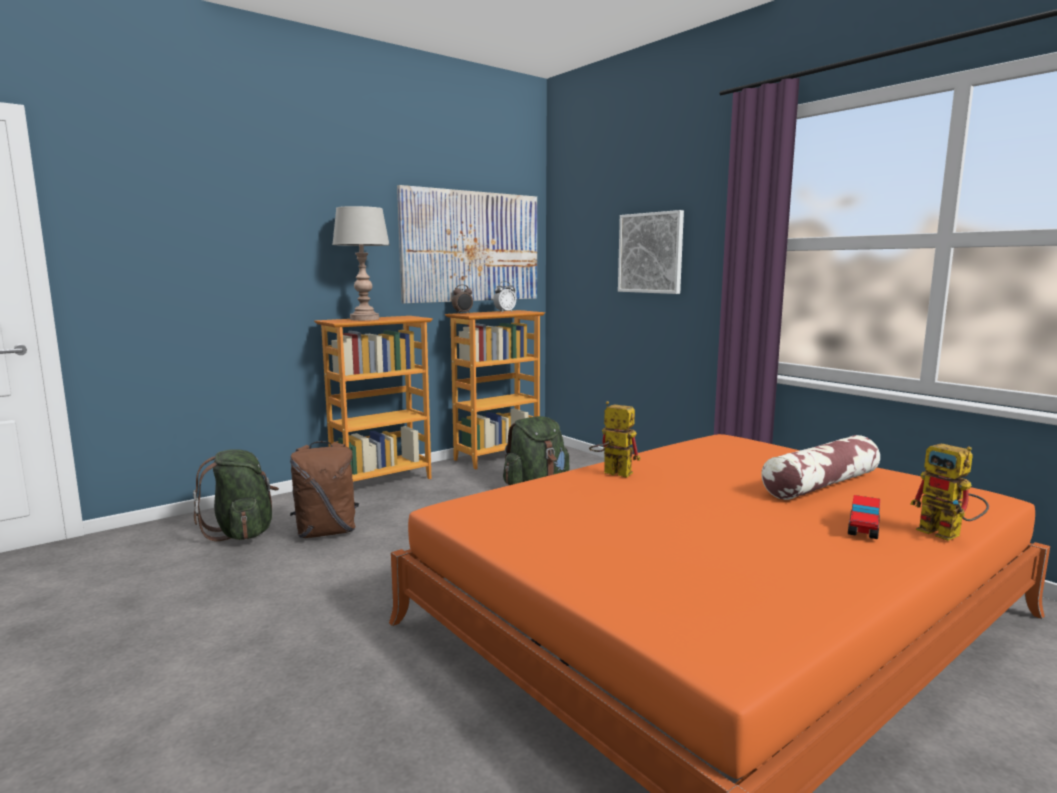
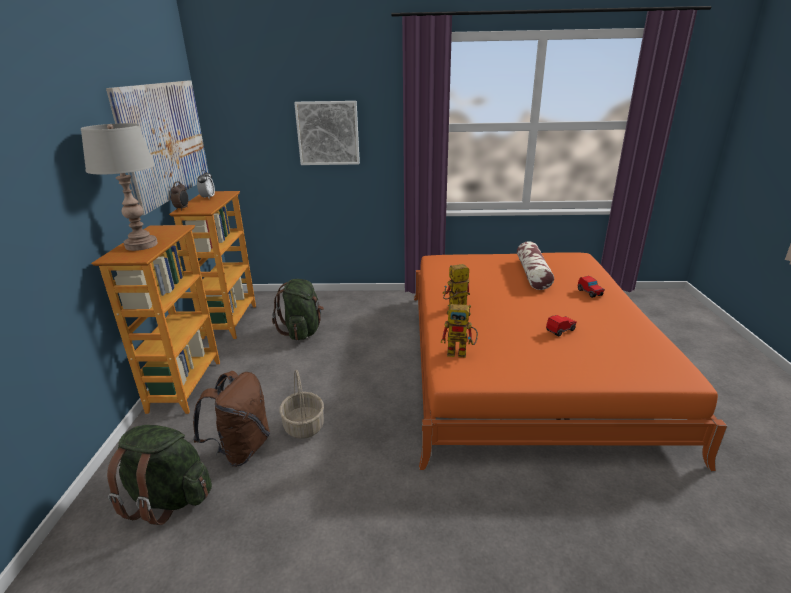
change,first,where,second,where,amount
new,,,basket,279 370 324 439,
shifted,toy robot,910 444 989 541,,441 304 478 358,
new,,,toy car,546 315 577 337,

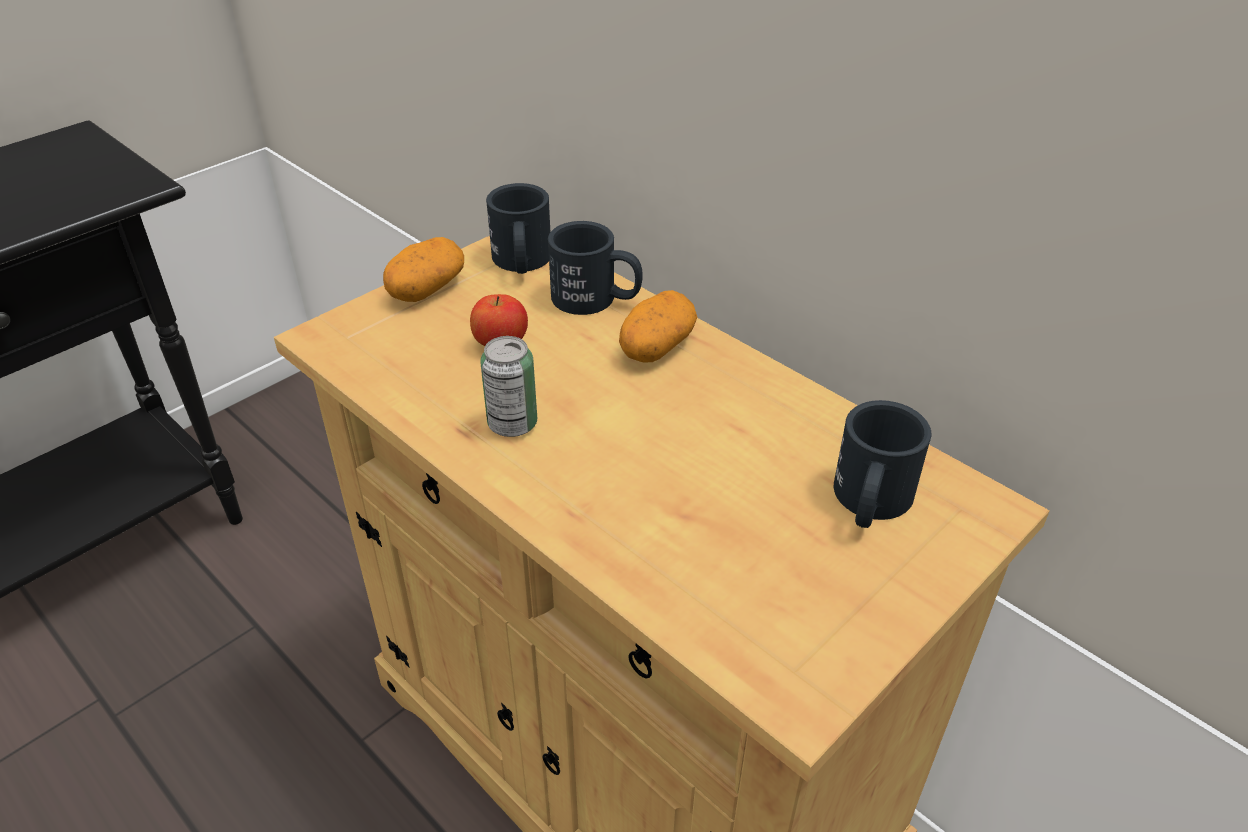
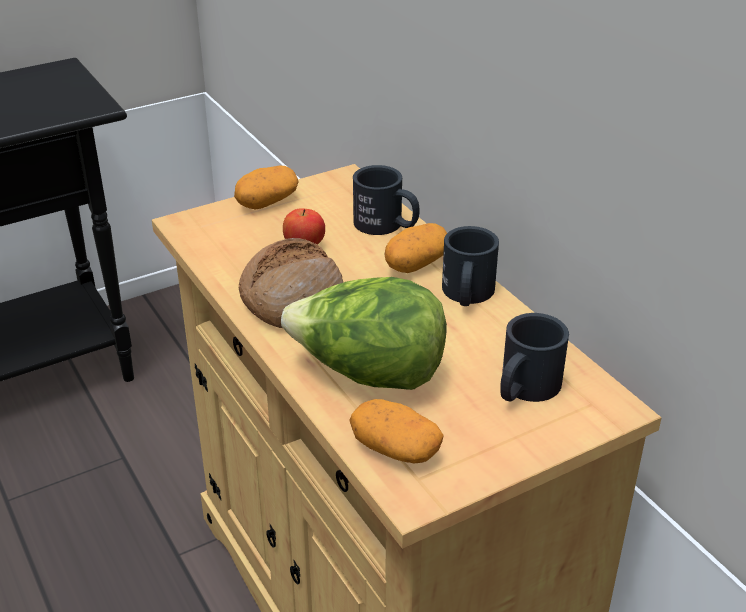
change,first,where,second,where,amount
swapped,can,480 336 537 437,bread,239 238 343 328,
new,,,lettuce,281 277 447 390,
new,,,potato,349 399 444 463,
shifted,black mug,486 183 550 274,,442 226 499 306,

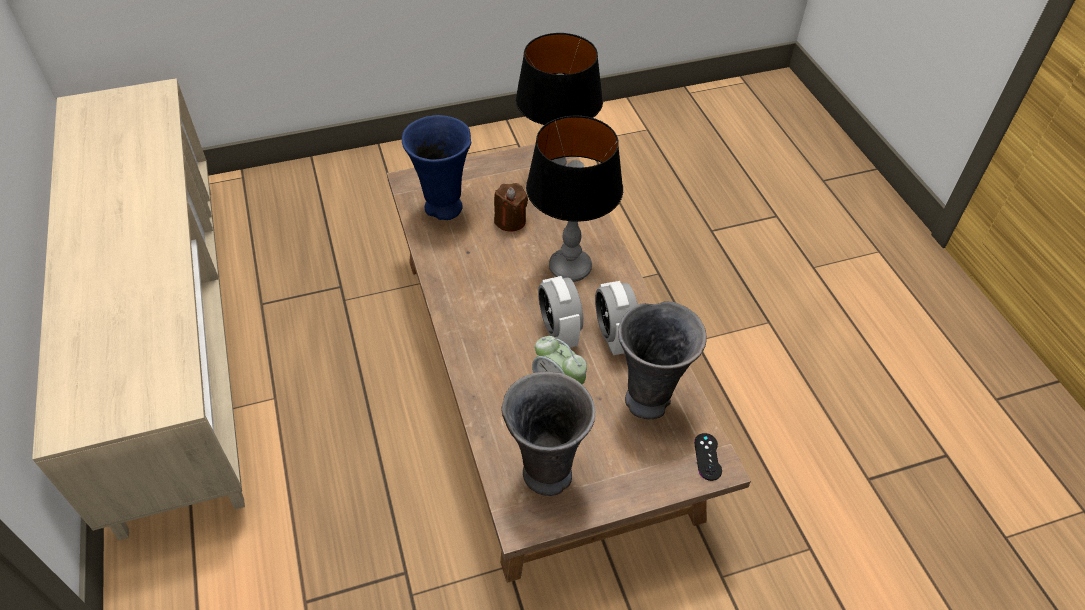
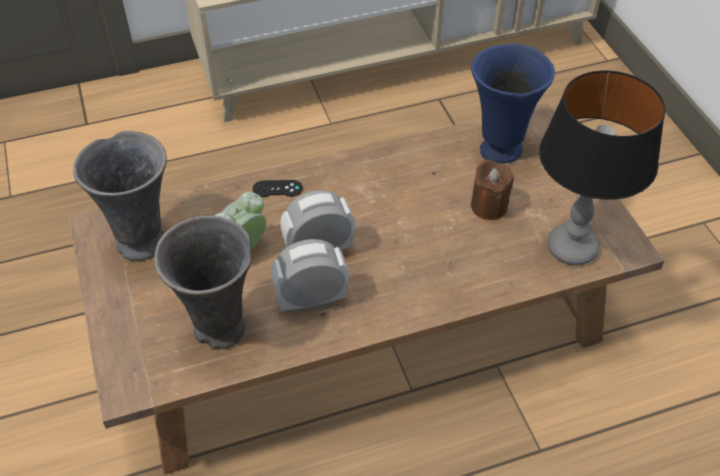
change,first,where,second,where,amount
shifted,black game controller,694 433 722 481,,252 180 303 197,
gone,table lamp,526 115 623 282,,,

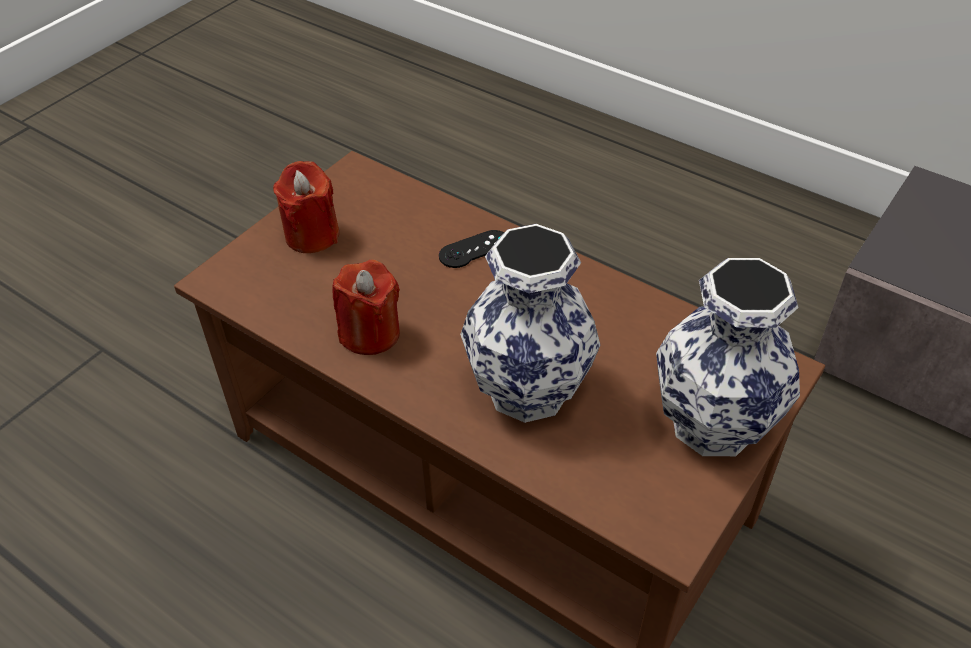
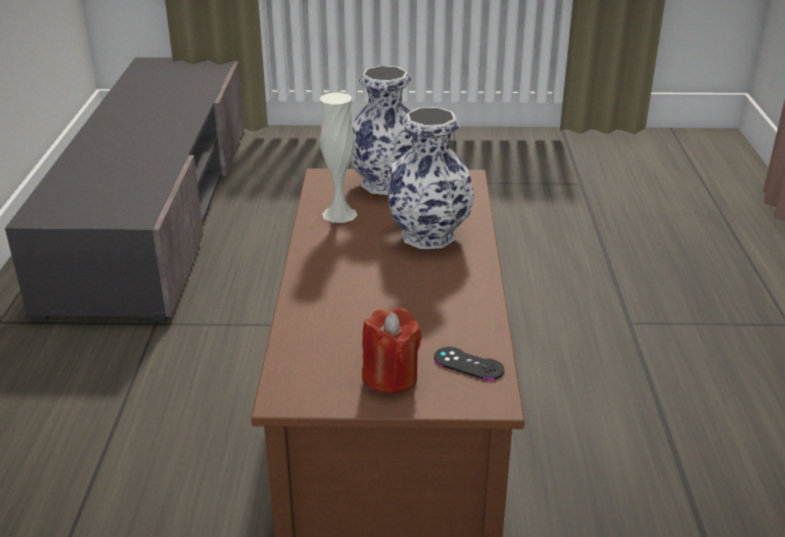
change,first,where,second,where,amount
new,,,white vase,320 93 357 223,
shifted,black game controller,439 230 504 268,,434 347 504 380,
gone,red candle,332 260 400 355,,,

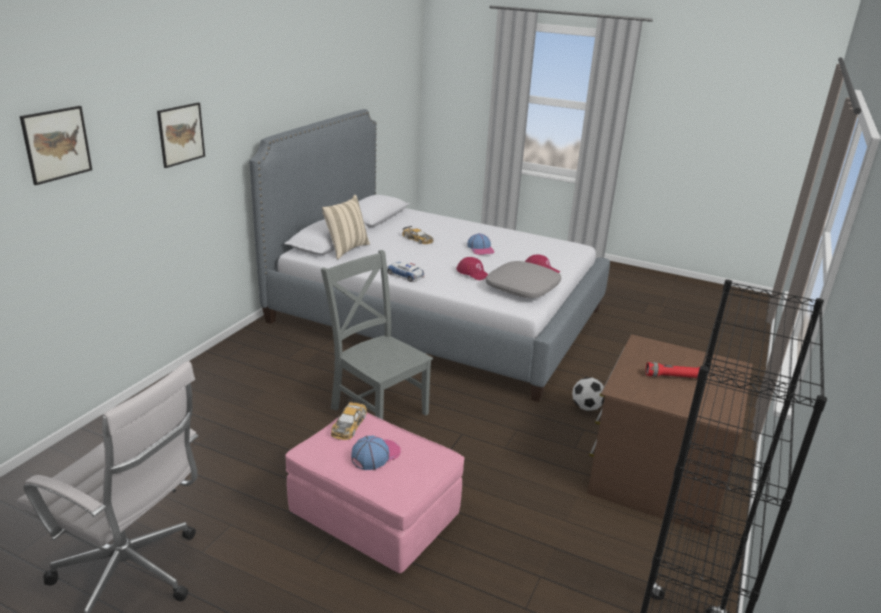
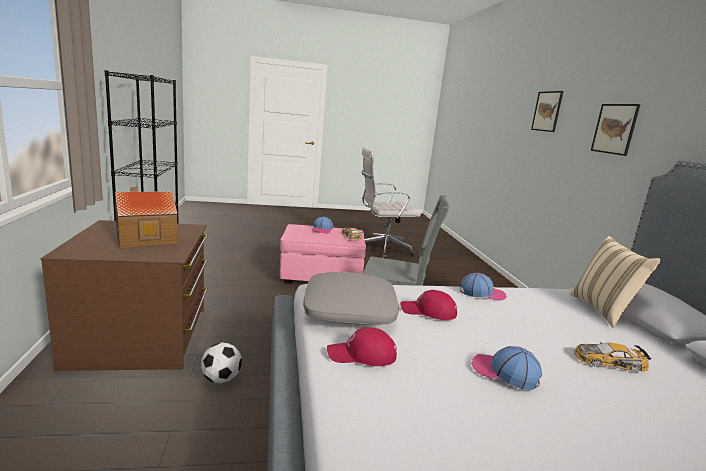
change,first,where,second,where,amount
swapped,red flashlight,646 362 700 378,toy house,115 187 178 248,
swapped,toy car,387 262 425 282,cap,460 273 507 301,

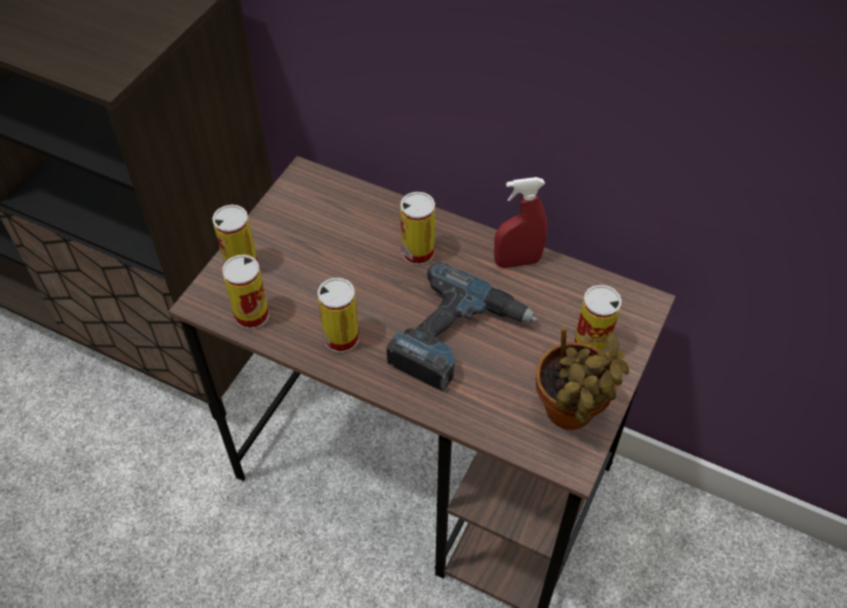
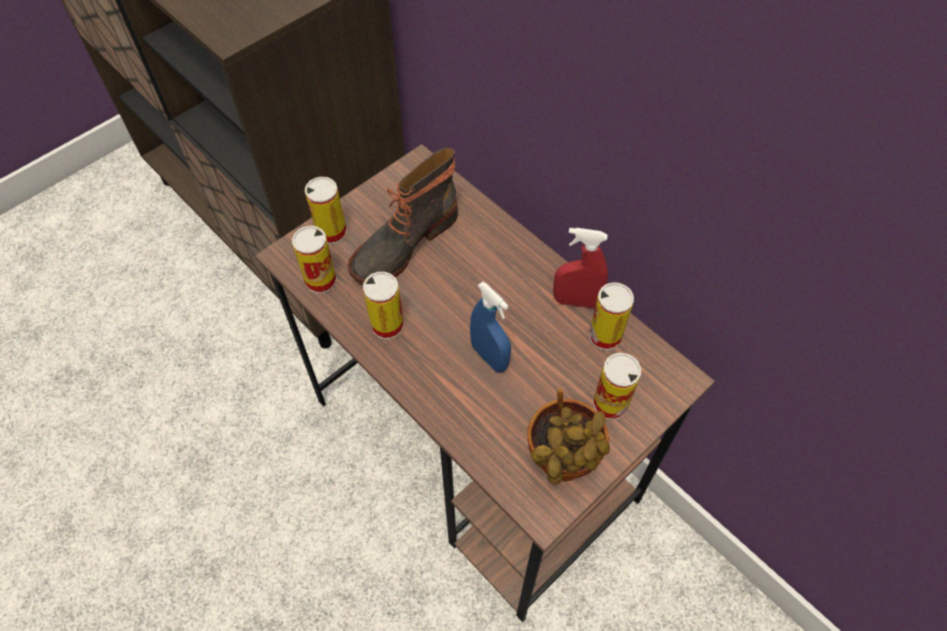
change,first,where,second,where,amount
new,,,boot,347 148 458 285,
swapped,power drill,386 263 538 391,blue spray bottle,470 282 511 372,
shifted,can,400 192 435 266,,589 282 634 351,

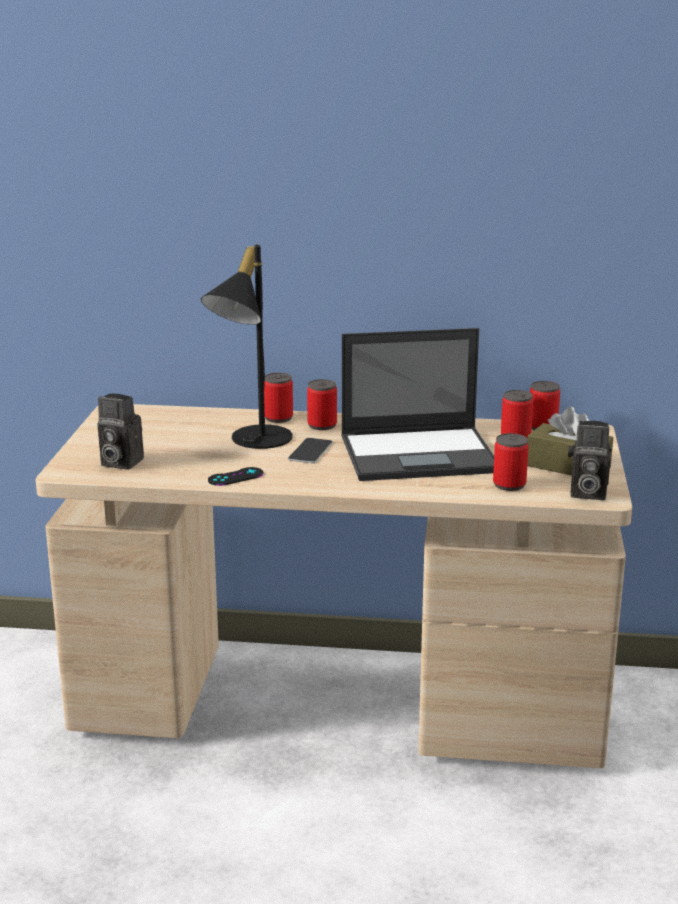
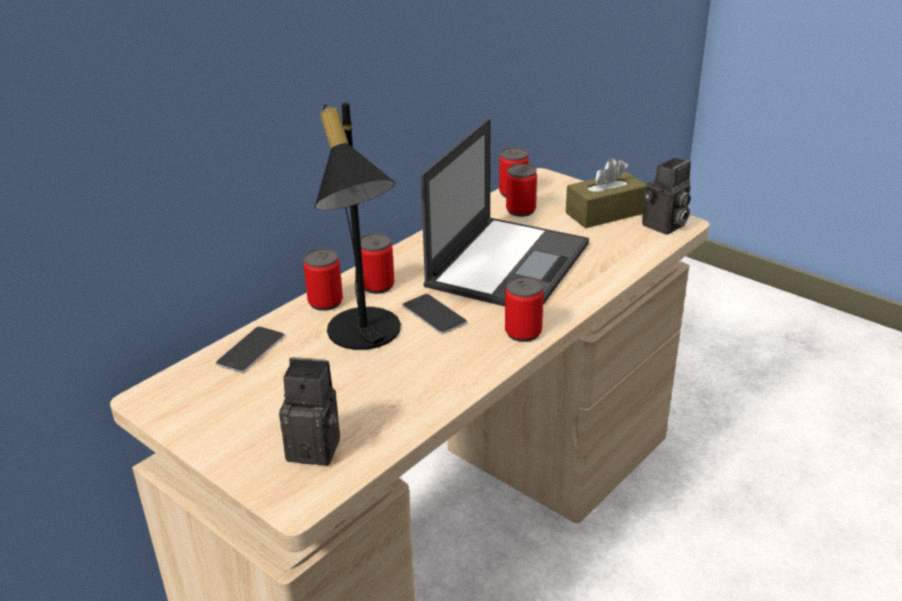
change,first,where,second,where,amount
new,,,phone,215 326 285 373,
rotated,photo camera,97 394 144 470,,279 357 340 466,135 degrees counterclockwise
shifted,can,493 433 529 491,,505 276 544 342,
gone,black game controller,208 467 263 486,,,

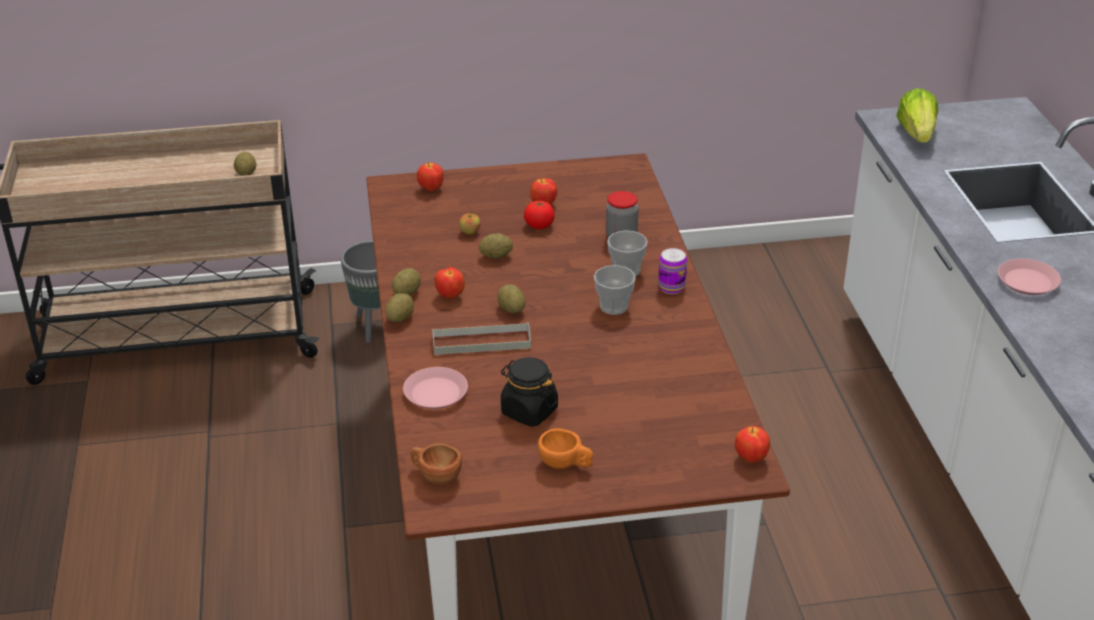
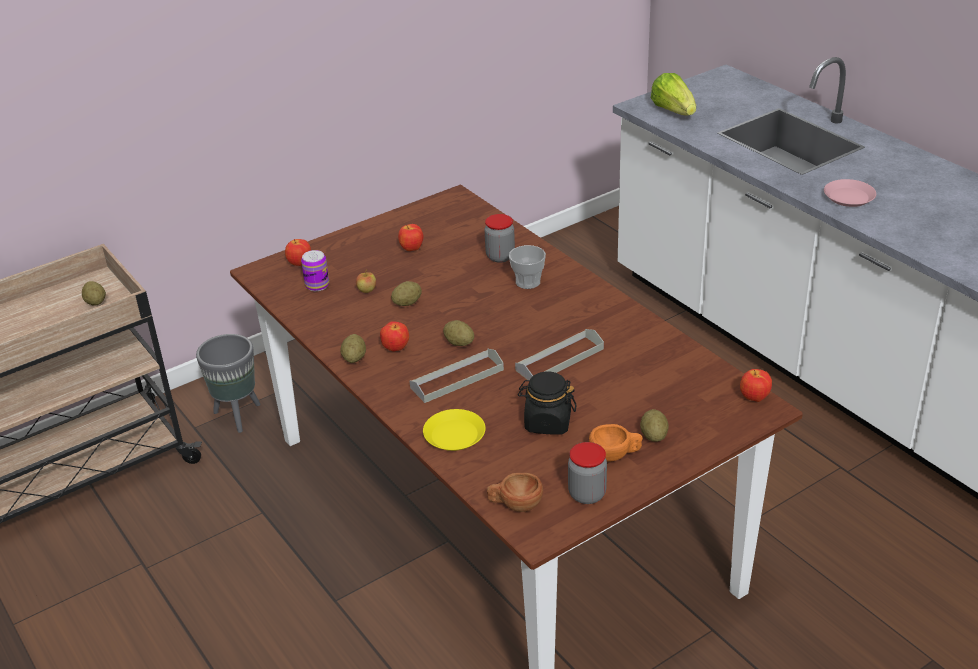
change,first,where,second,where,amount
shifted,can,658 248 687 294,,301 250 329 291,
repainted,pink plate,403 367 468 409,yellow plate,423 409 486 451,
new,,,grey tray,515 329 604 380,
new,,,jar,568 442 607 504,
shifted,potato,385 293 414 322,,640 409 669 442,
gone,tomato,524 201 555 229,,,
gone,cup,594 265 635 315,,,

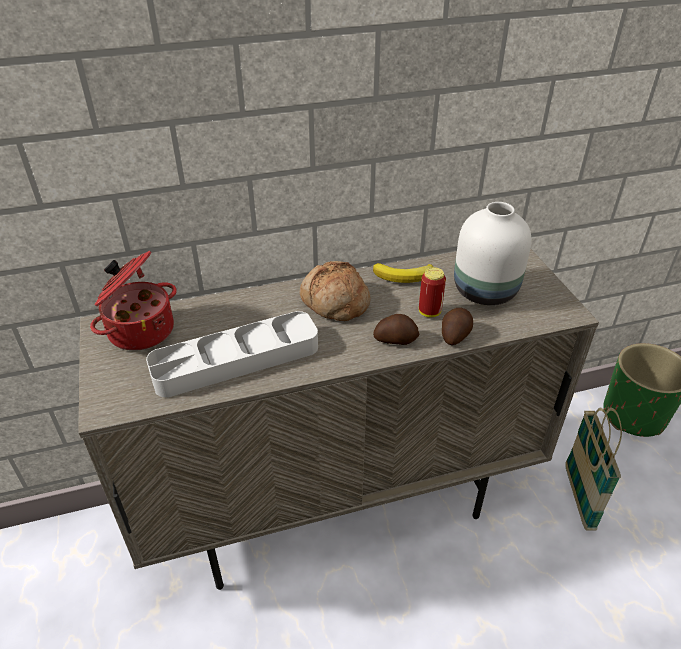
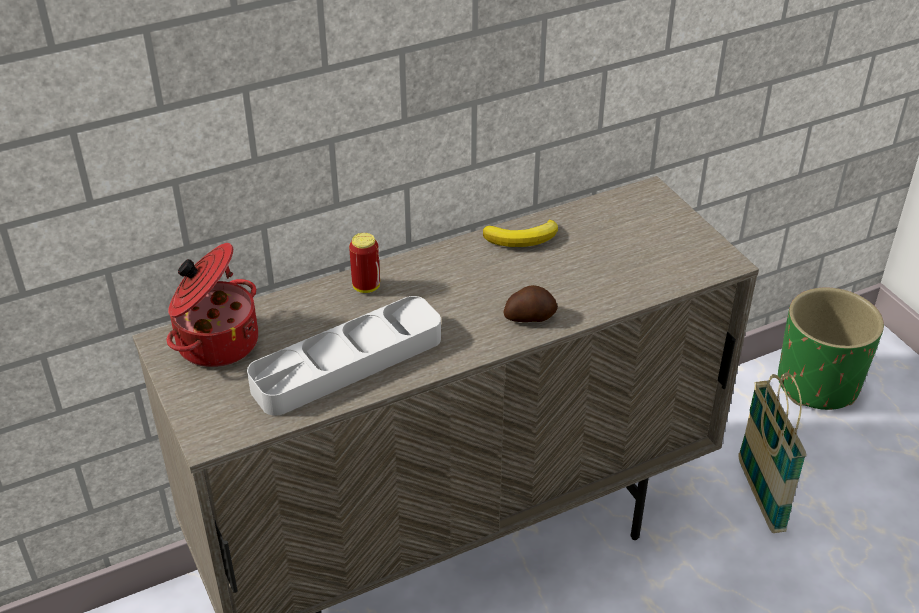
change,first,where,second,where,amount
shifted,can,419 267 446 318,,349 233 380 293,
gone,bread,299 261 371 321,,,
gone,potato,442 308 473 345,,,
gone,white vase,454 202 532 305,,,

